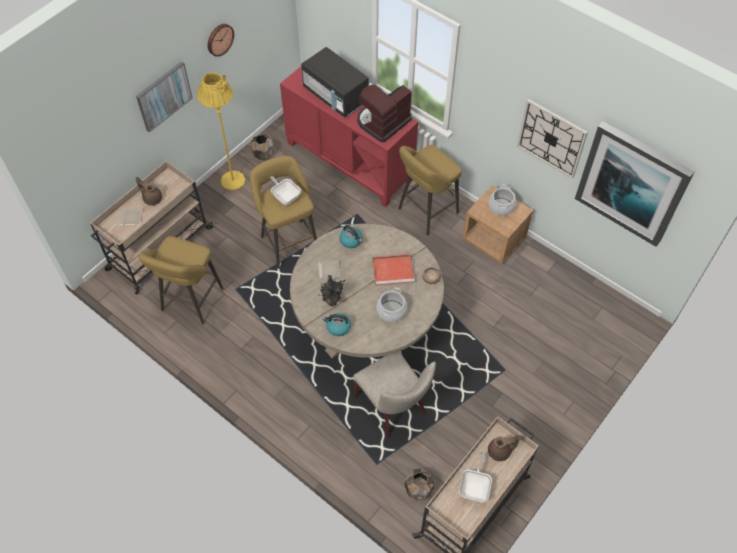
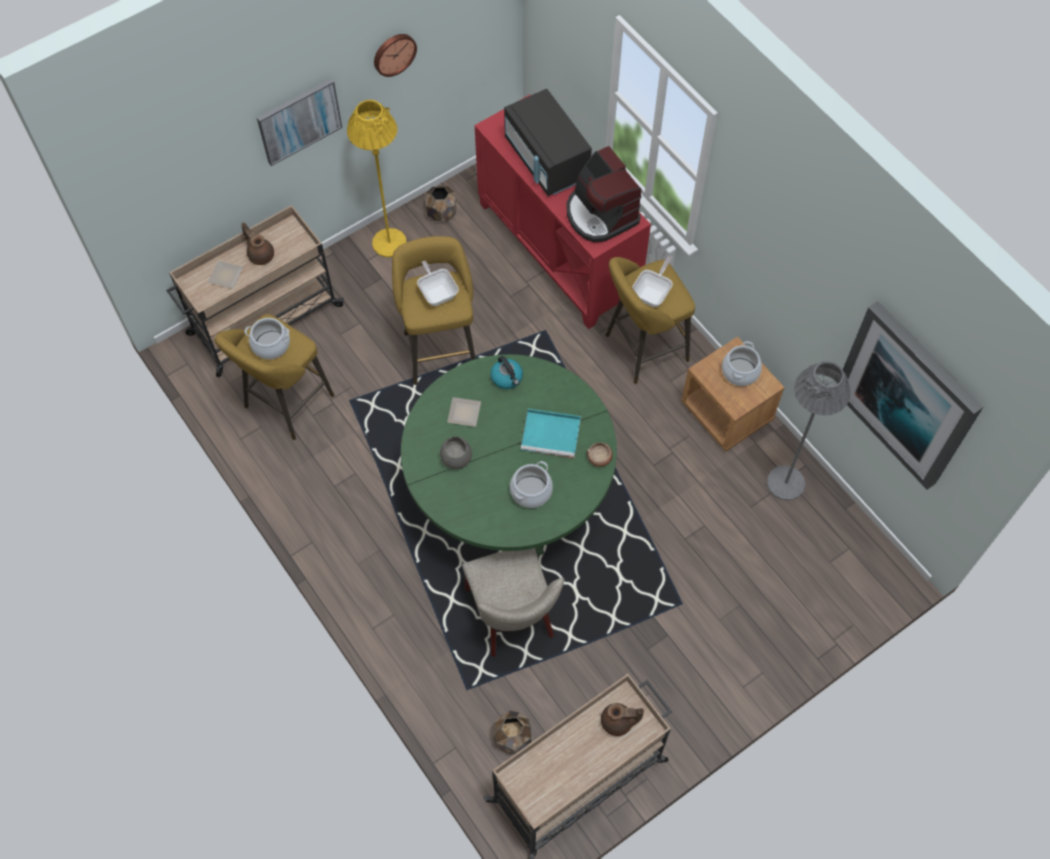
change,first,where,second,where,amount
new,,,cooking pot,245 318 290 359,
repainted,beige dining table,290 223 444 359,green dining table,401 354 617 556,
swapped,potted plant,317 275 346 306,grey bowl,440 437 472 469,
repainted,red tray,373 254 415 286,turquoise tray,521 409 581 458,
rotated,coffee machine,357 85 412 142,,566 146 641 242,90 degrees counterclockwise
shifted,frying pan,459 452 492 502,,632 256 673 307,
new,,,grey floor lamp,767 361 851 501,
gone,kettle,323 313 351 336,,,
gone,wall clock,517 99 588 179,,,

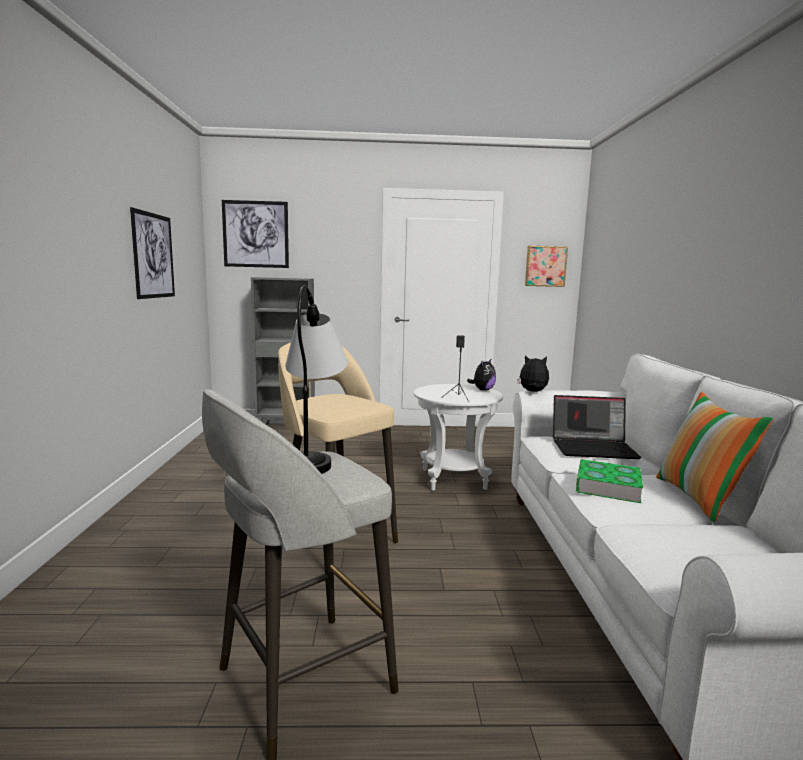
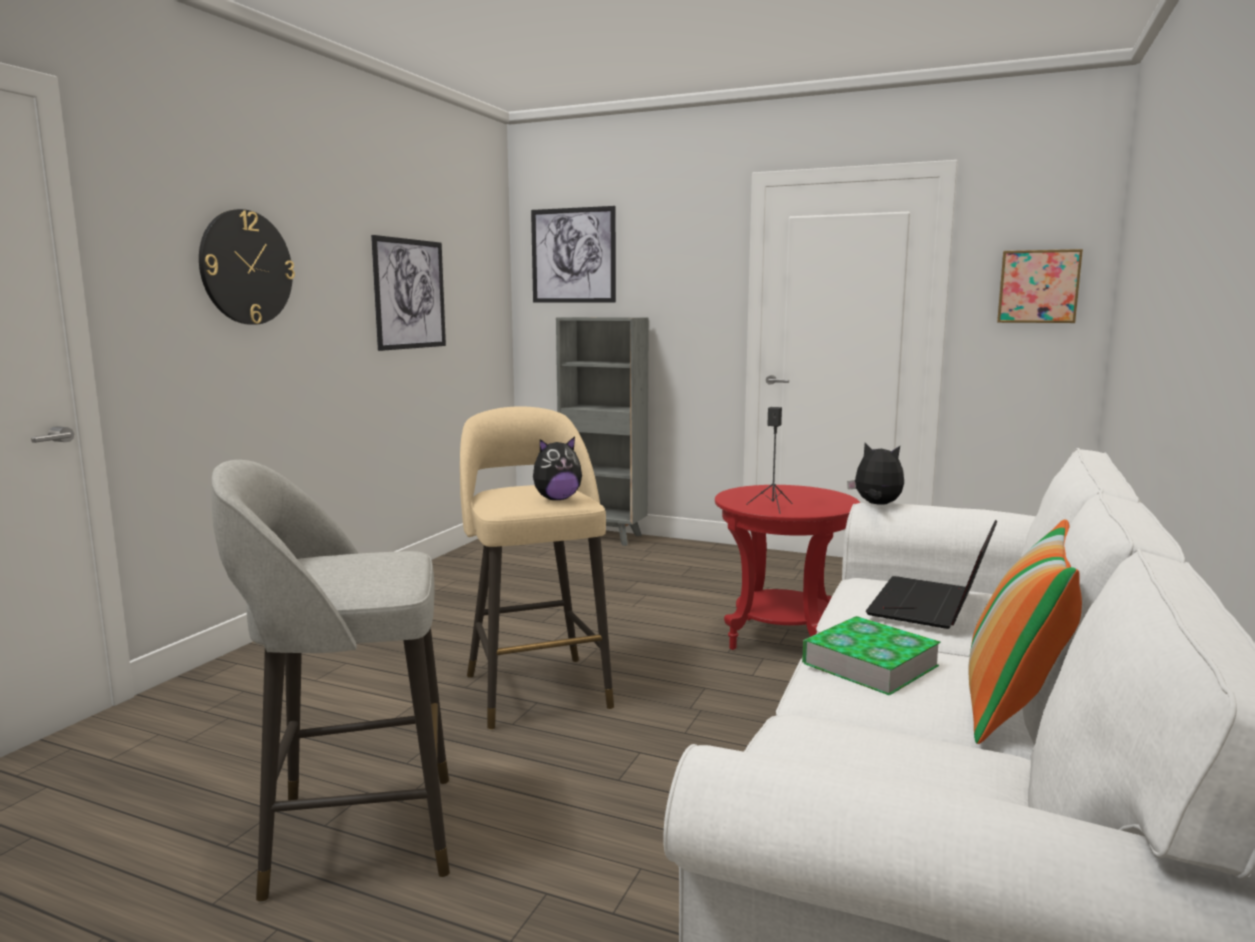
change,first,where,second,where,amount
new,,,wall clock,199 209 295 325,
shifted,plush toy,467 358 496 391,,533 437 582 500,
repainted,white side table,414 384 503 491,red side table,715 485 860 650,
rotated,laptop,553 395 641 459,,866 520 997 629,90 degrees clockwise
gone,table lamp,285 286 348 474,,,

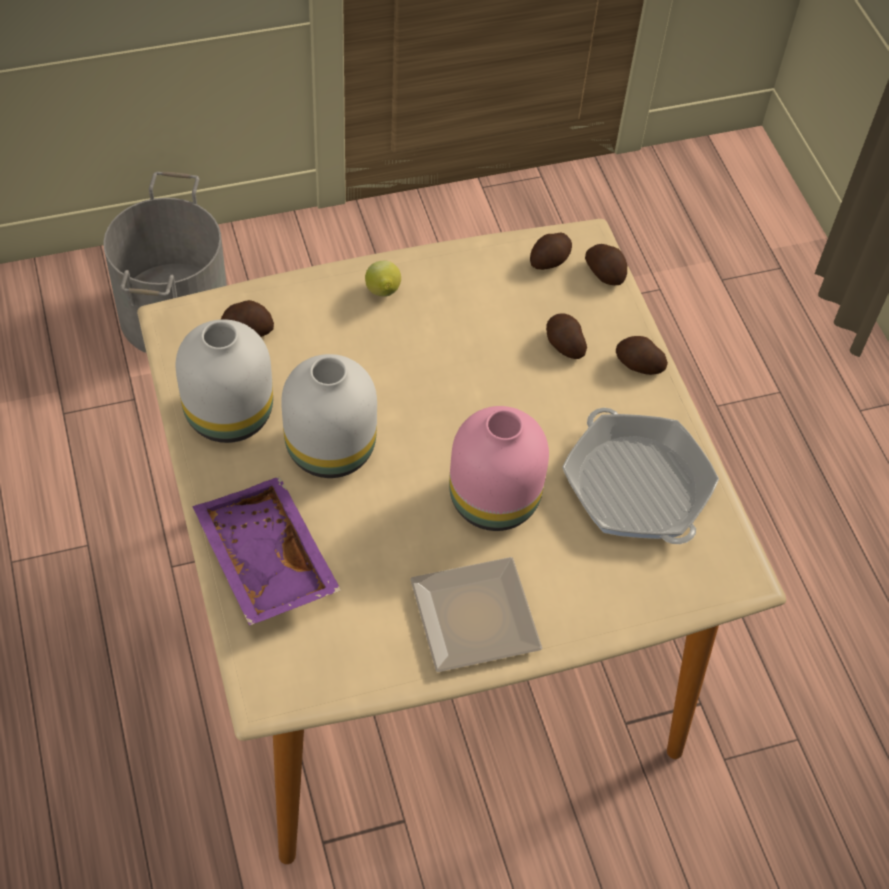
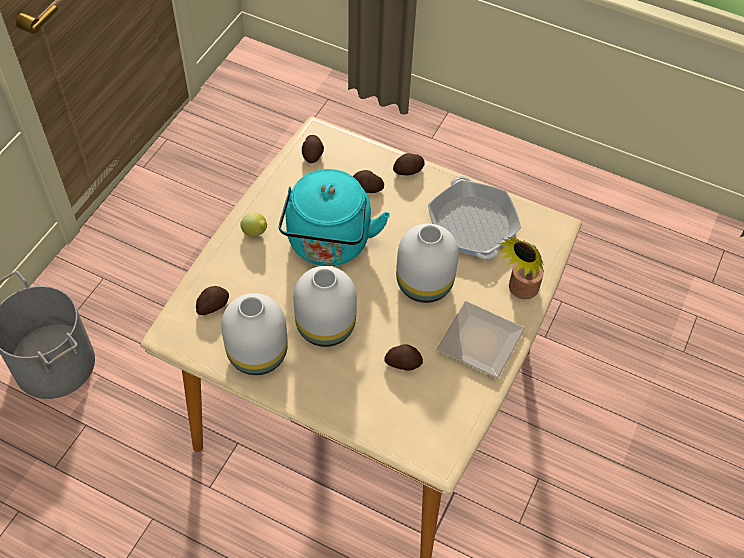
change,first,where,second,where,amount
new,,,turquoise kettle,278 169 390 266,
shifted,potato,585 244 627 285,,385 344 423 371,
repainted,pink vase,449 406 549 531,white vase,396 224 459 303,
rotated,frying pan,562 408 719 544,,428 176 521 259,120 degrees counterclockwise
new,,,potted plant,498 237 544 299,
gone,purple tray,192 476 341 626,,,

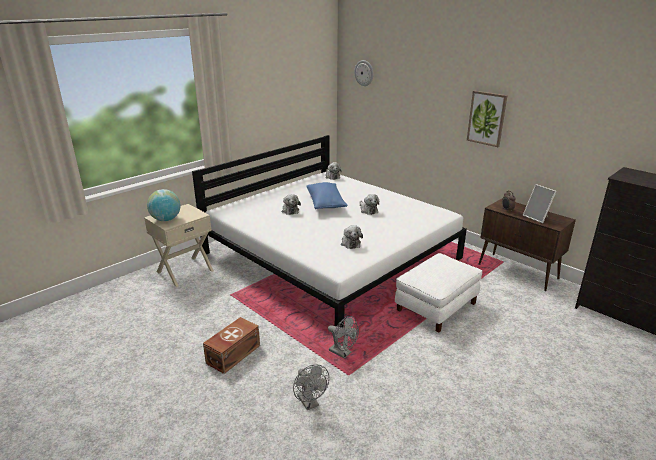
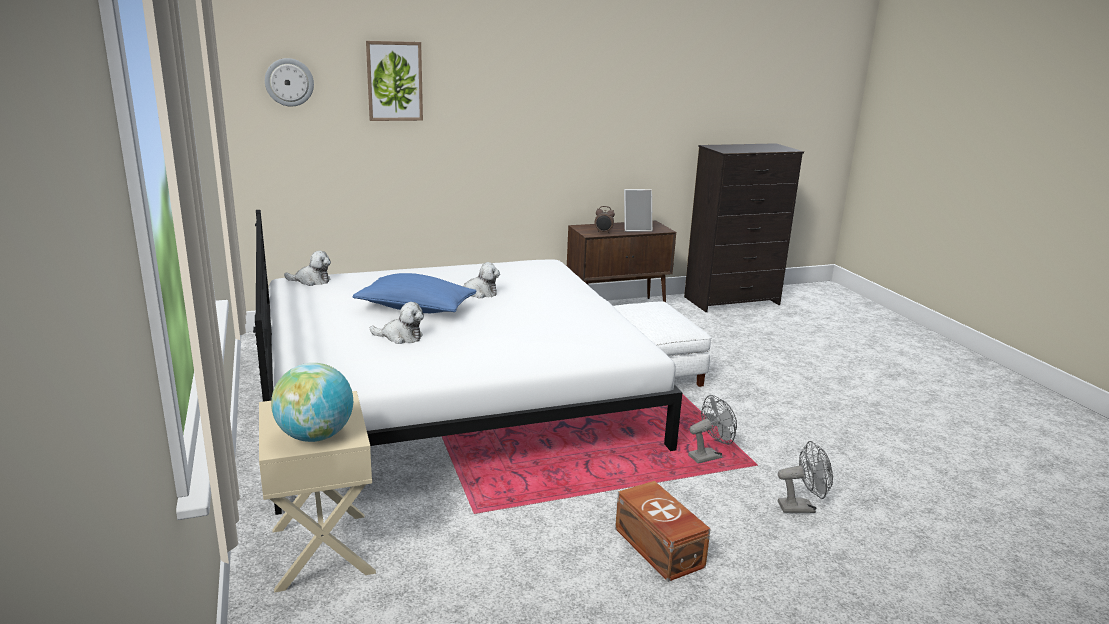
change,first,where,second,where,amount
shifted,picture,467 91 507 147,,366 41 423 121,
gone,plush toy,341 225 363 249,,,

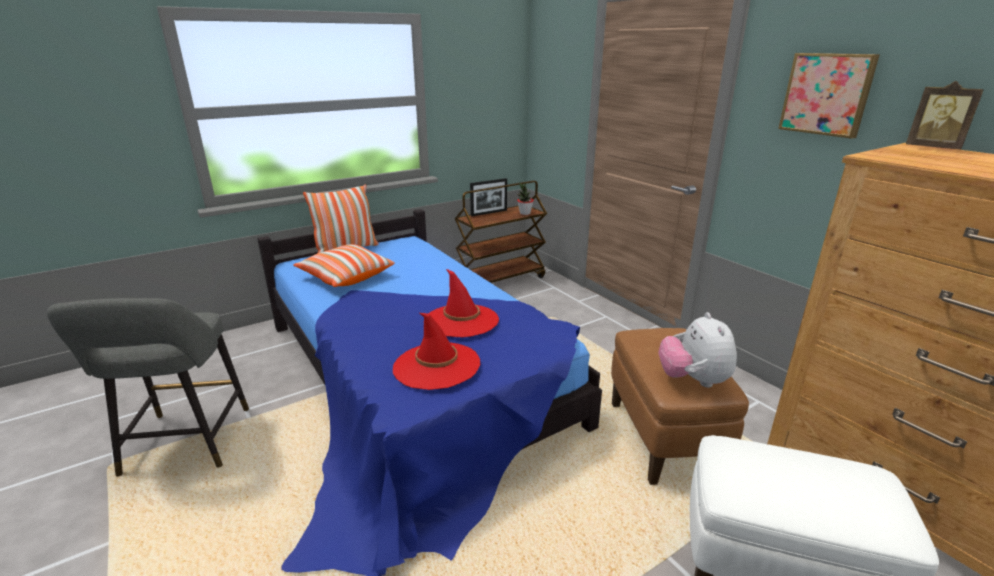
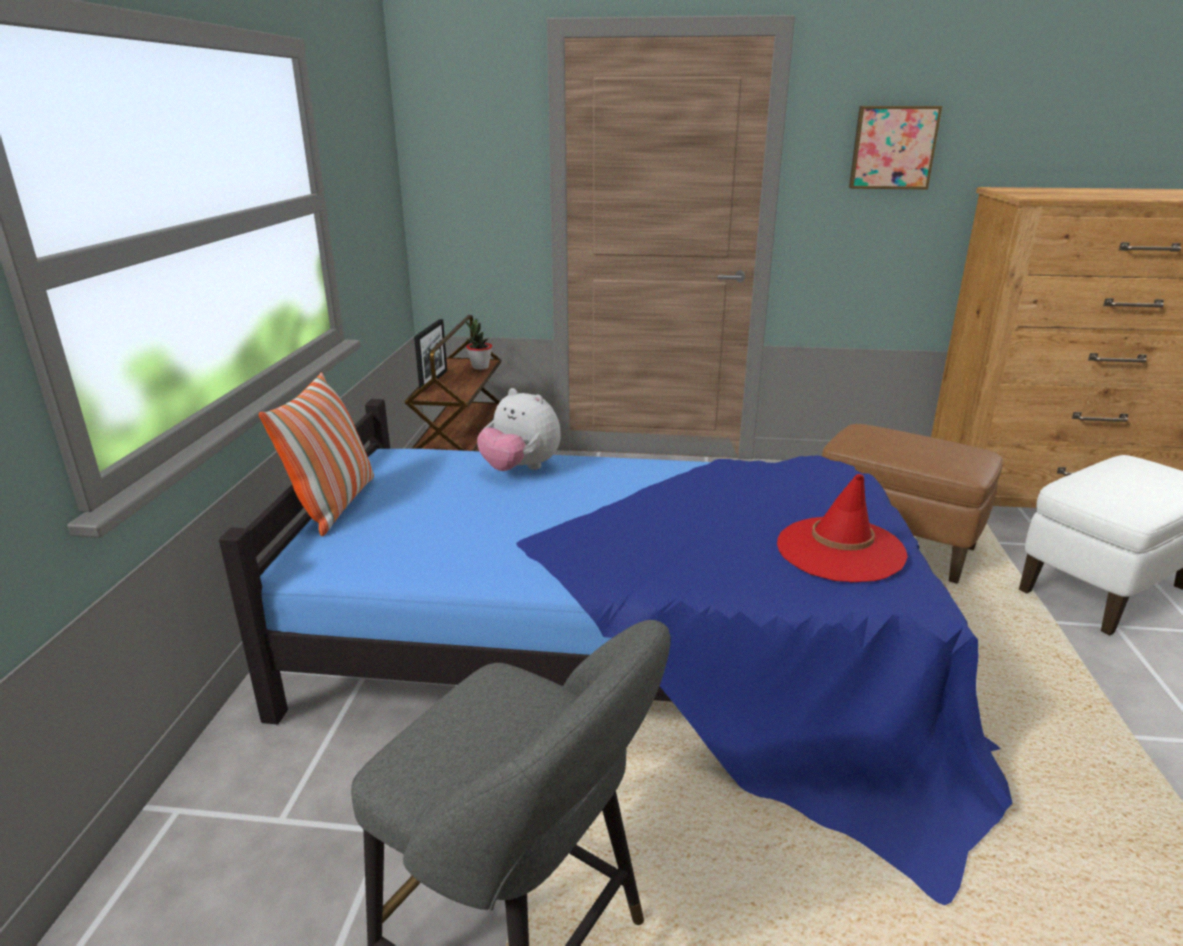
change,first,where,second,where,amount
shifted,plush toy,658 312 737 388,,477 388 561 471,
gone,pillow,293 244 395 287,,,
gone,red hat,429 269 499 337,,,
gone,picture frame,906 81 984 150,,,

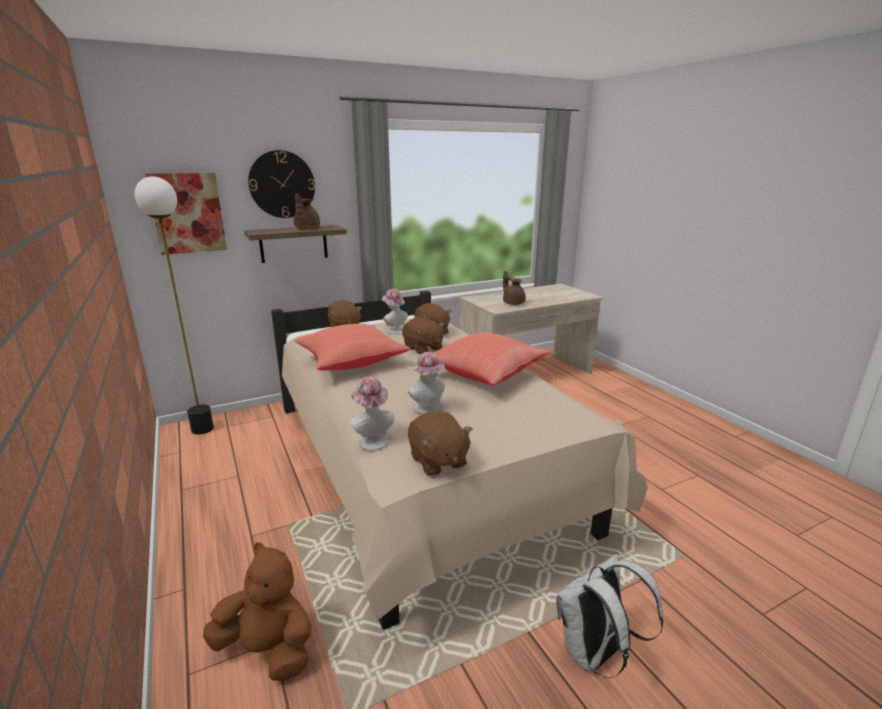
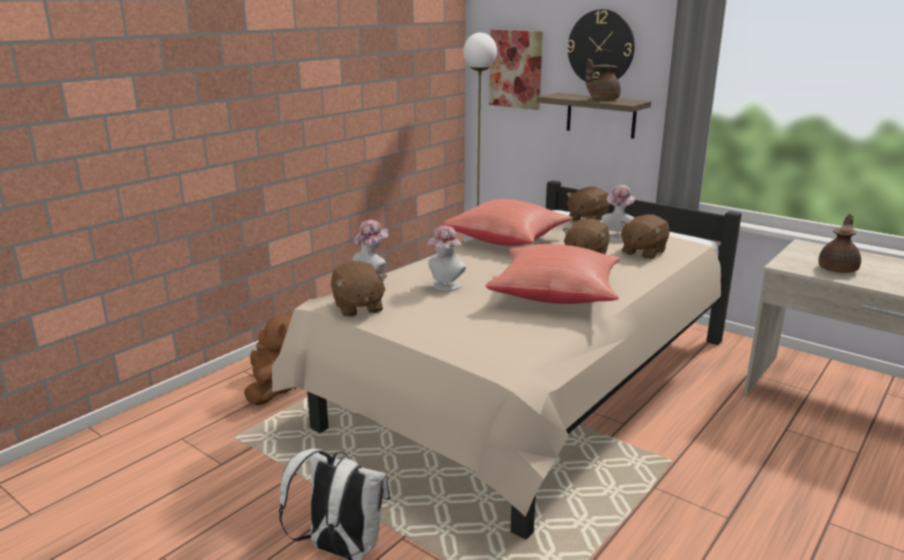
change,first,where,second,where,amount
rotated,brown plush toy,408 411 473 476,,331 261 387 317,60 degrees counterclockwise

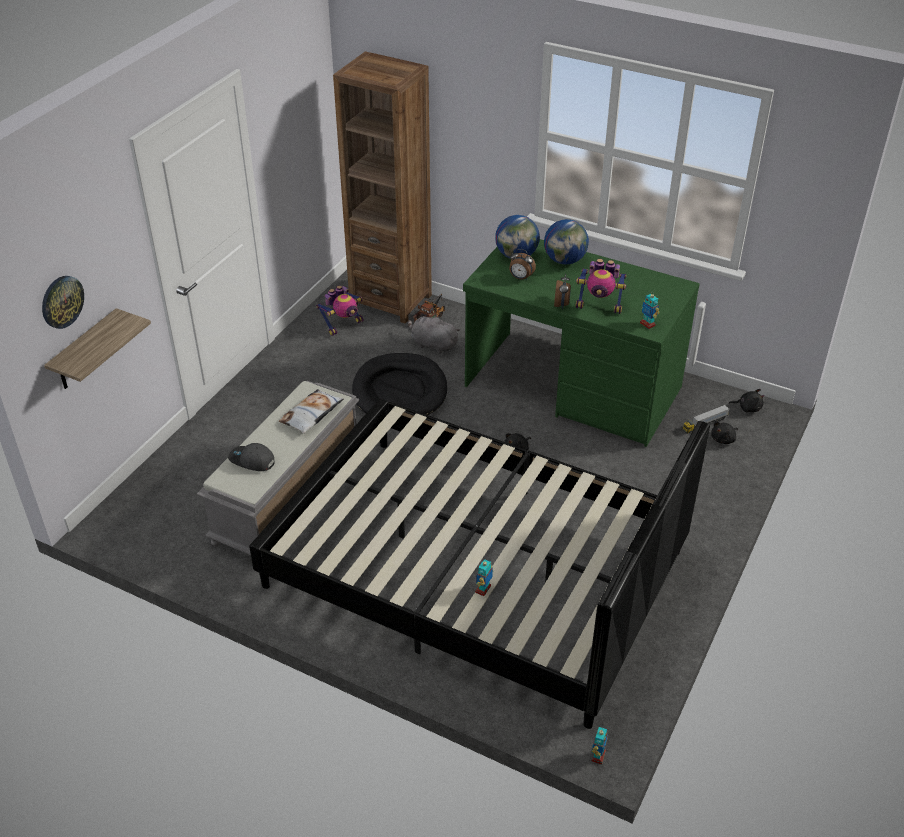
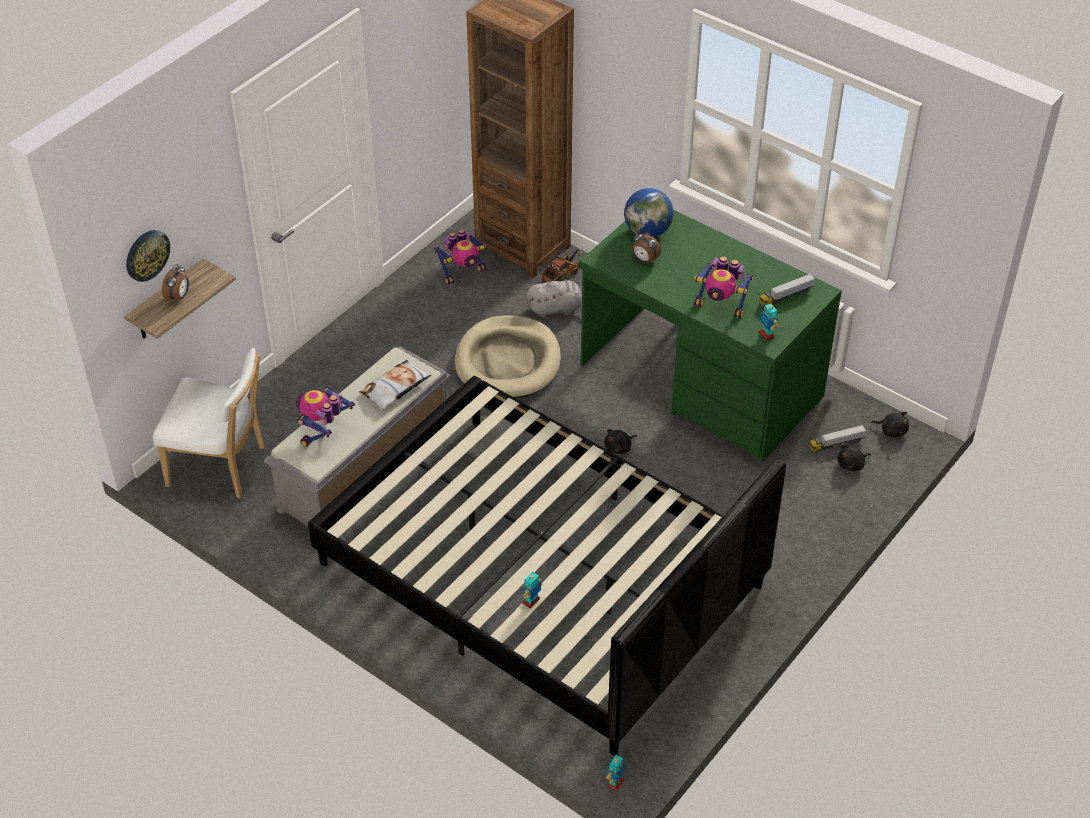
change,first,where,second,where,amount
new,,,white chair,153 348 265 499,
shifted,alarm clock,554 274 571 309,,162 264 189 303,
swapped,grey cap,228 443 275 471,toy robot,296 386 355 447,
repainted,black dog bed,352 353 447 415,beige dog bed,455 315 561 399,
rotated,grey plush toy,408 315 460 353,,526 280 582 318,135 degrees clockwise
new,,,toy truck,759 274 815 308,
gone,globe,544 219 589 264,,,

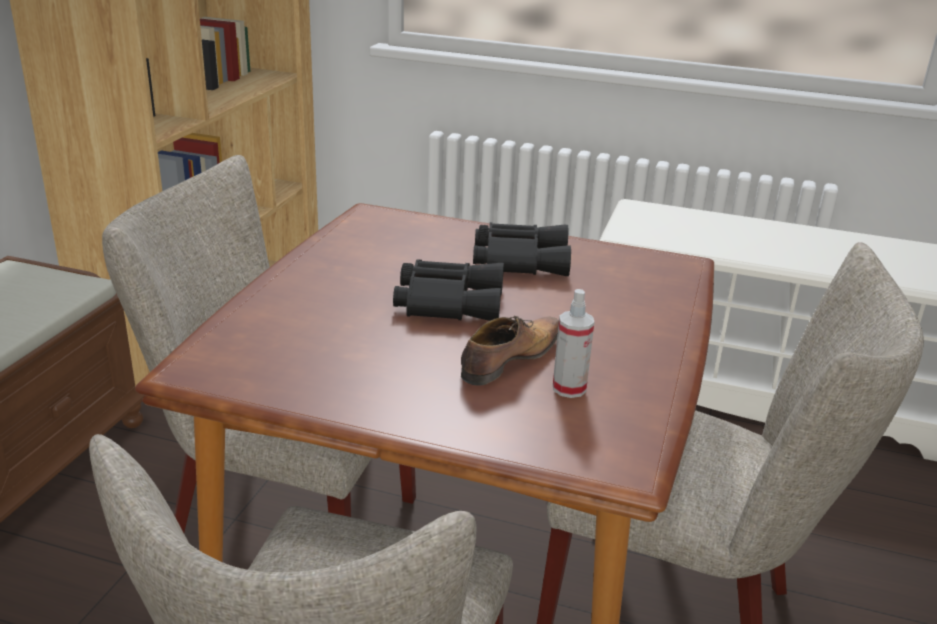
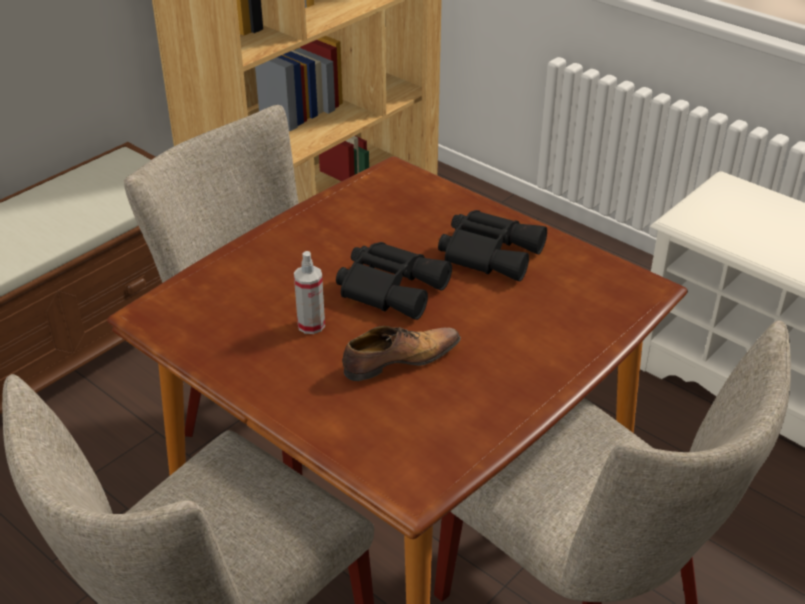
change,first,where,second,where,amount
shifted,spray bottle,553 289 594 398,,294 251 325 334,

